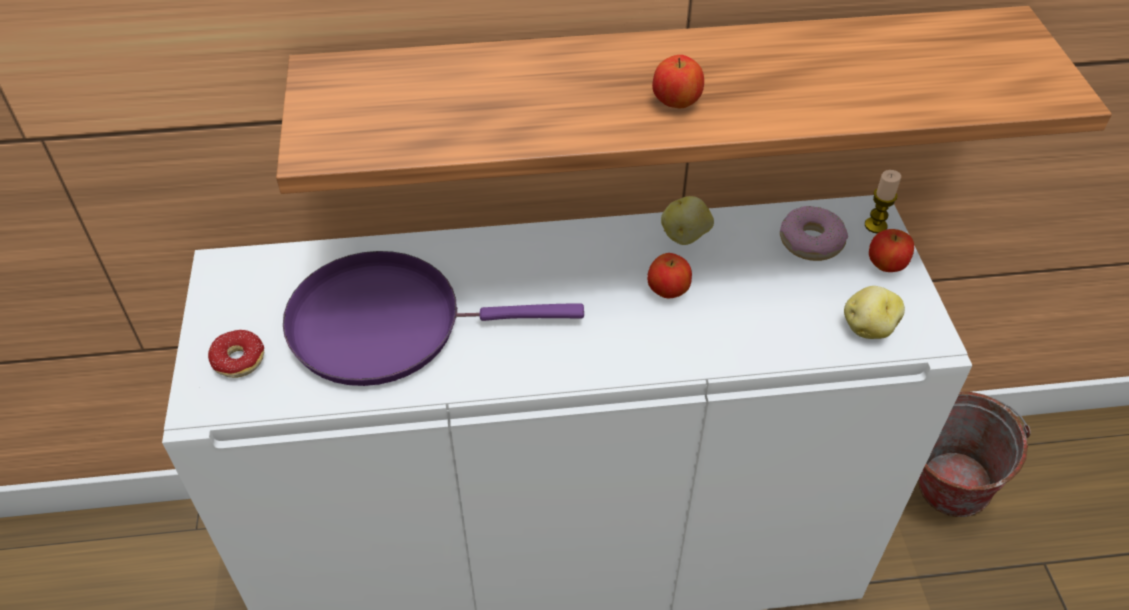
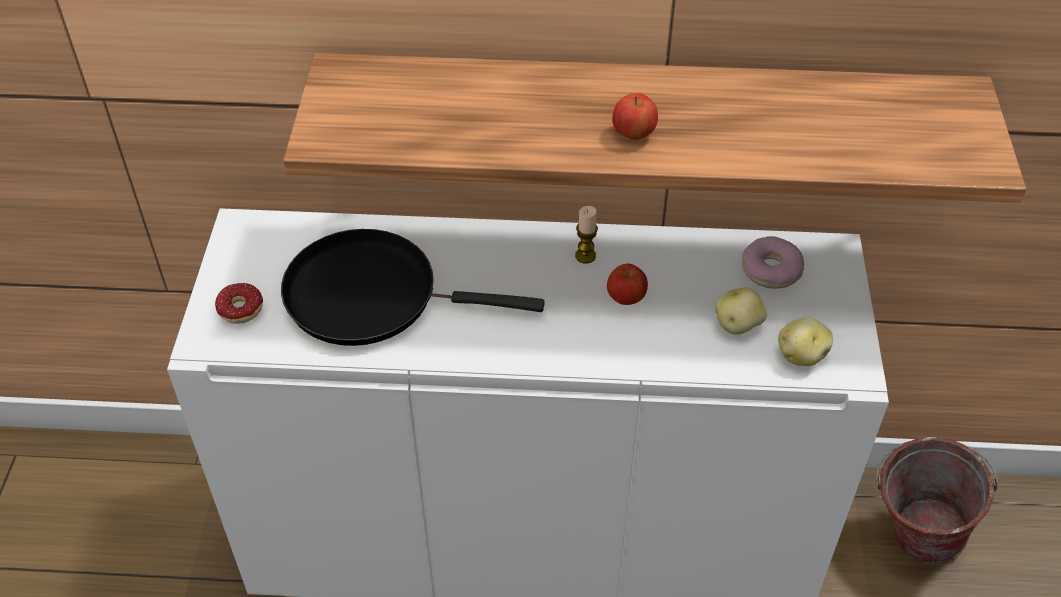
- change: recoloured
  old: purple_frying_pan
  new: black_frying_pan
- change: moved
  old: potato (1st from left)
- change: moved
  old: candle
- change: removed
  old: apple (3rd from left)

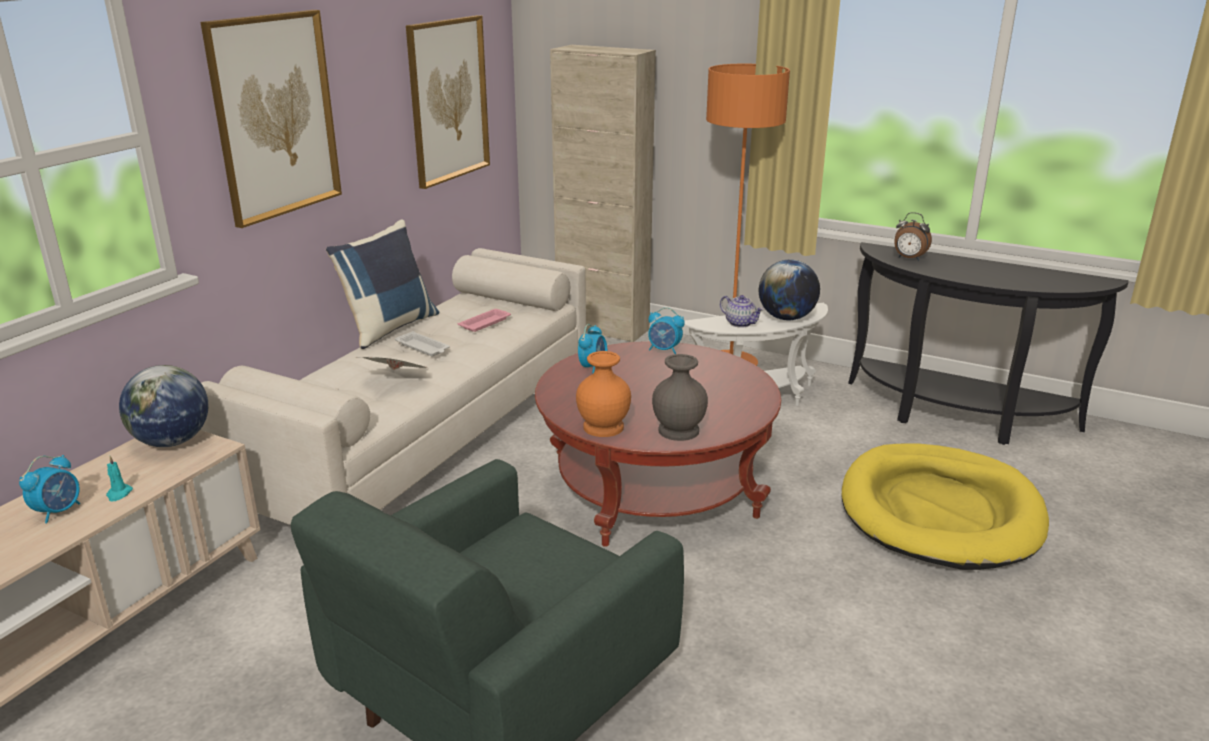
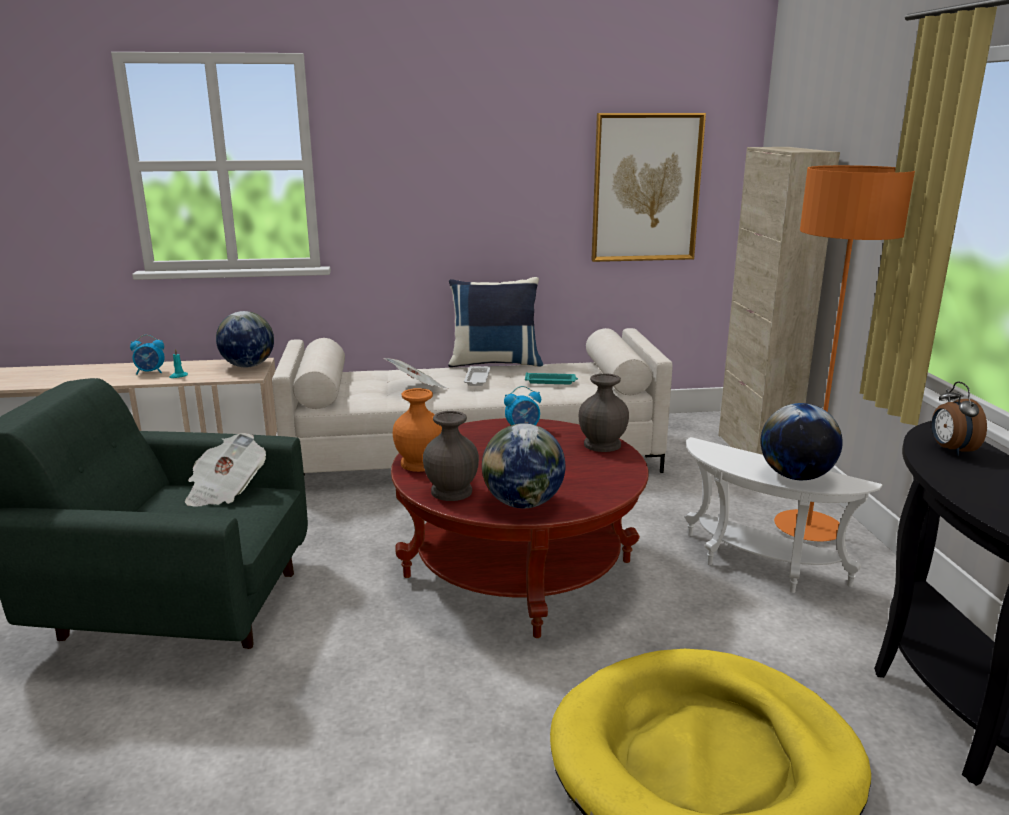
- change: removed
  old: picture (1st from left)
- change: recoloured
  old: pink_tray
  new: turquoise_tray
- change: replaced
  old: alarm_clock (3rd from left)
  new: grey_vase (2nd from left)
- change: removed
  old: teapot
- change: added
  new: newspaper (1st from left)
- change: added
  new: globe (2nd from left)

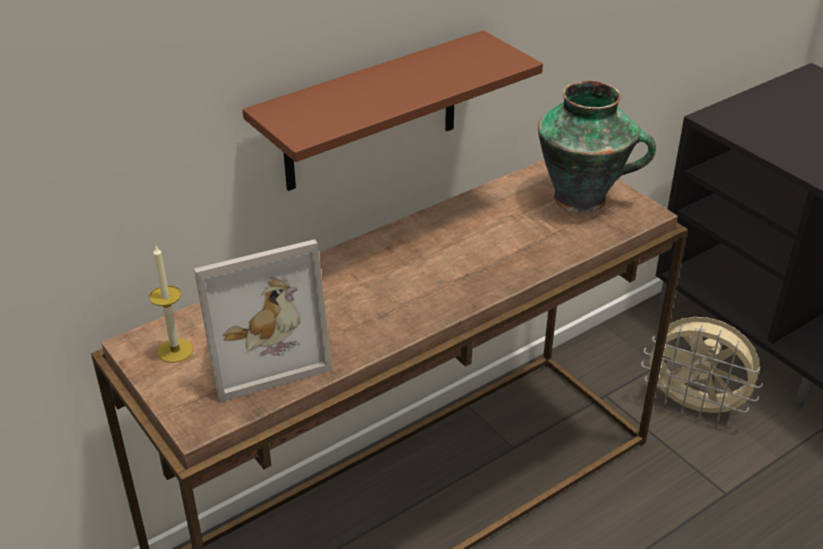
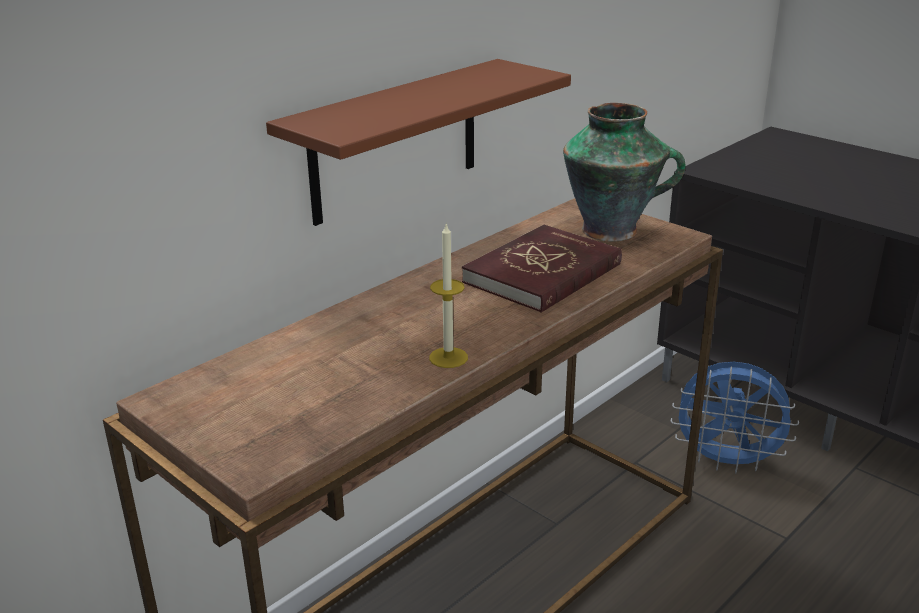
- change: moved
  old: candle
- change: removed
  old: picture_frame
- change: recoloured
  old: beige_fan
  new: blue_fan
- change: added
  new: red_book

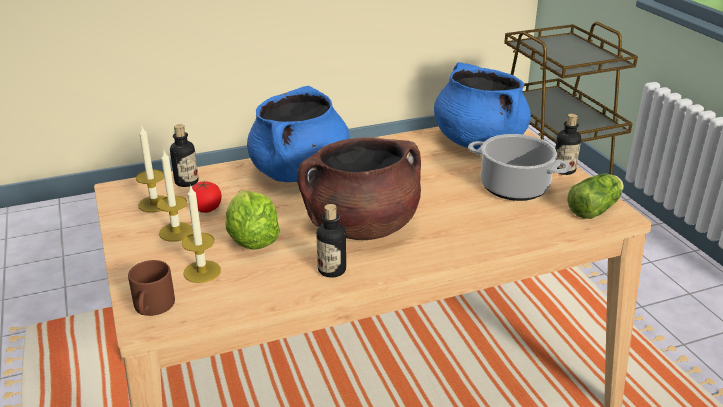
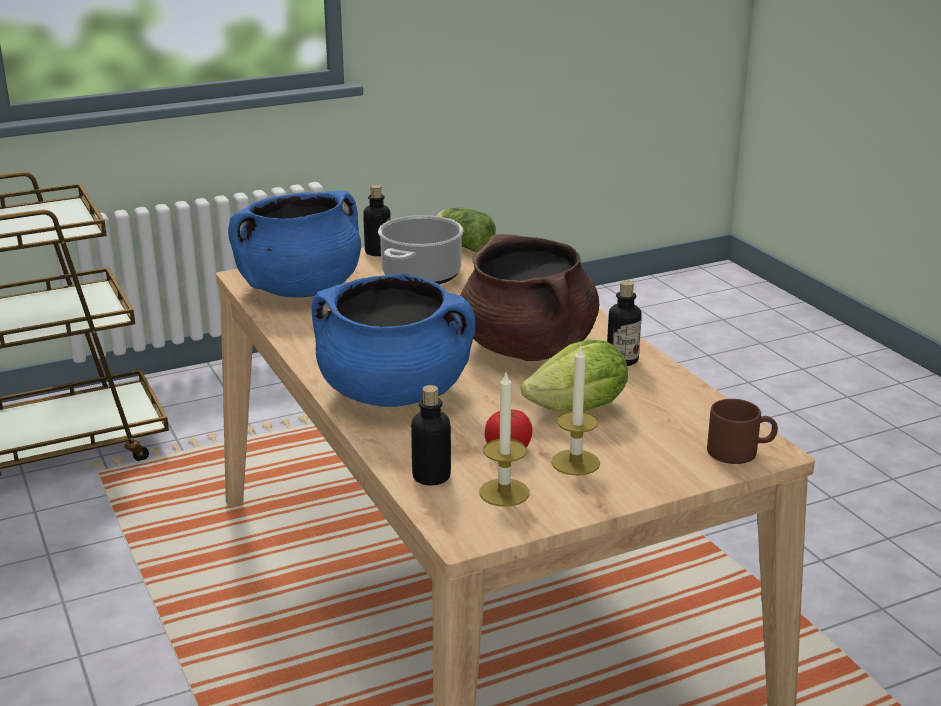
- change: removed
  old: candle (3rd from left)

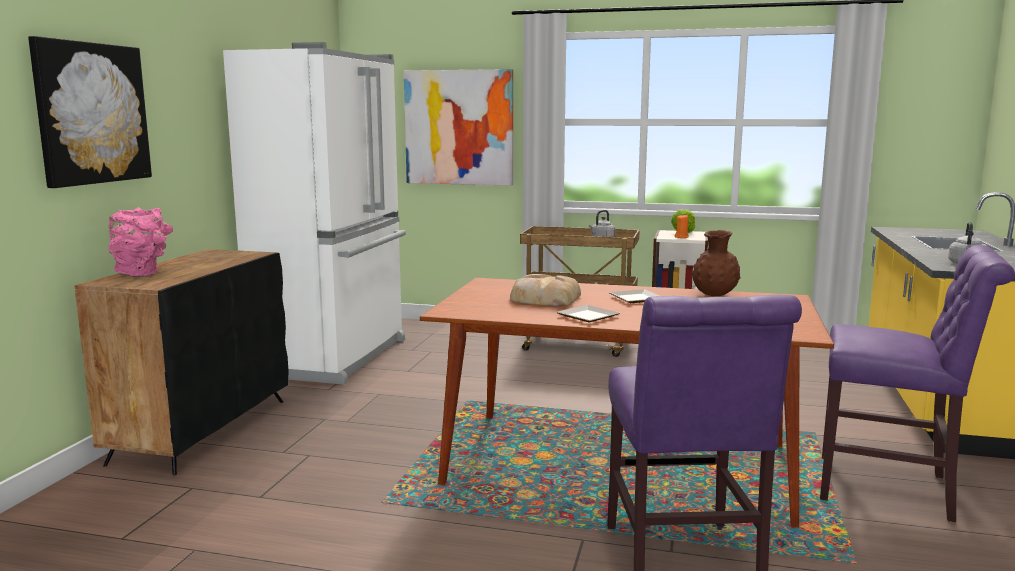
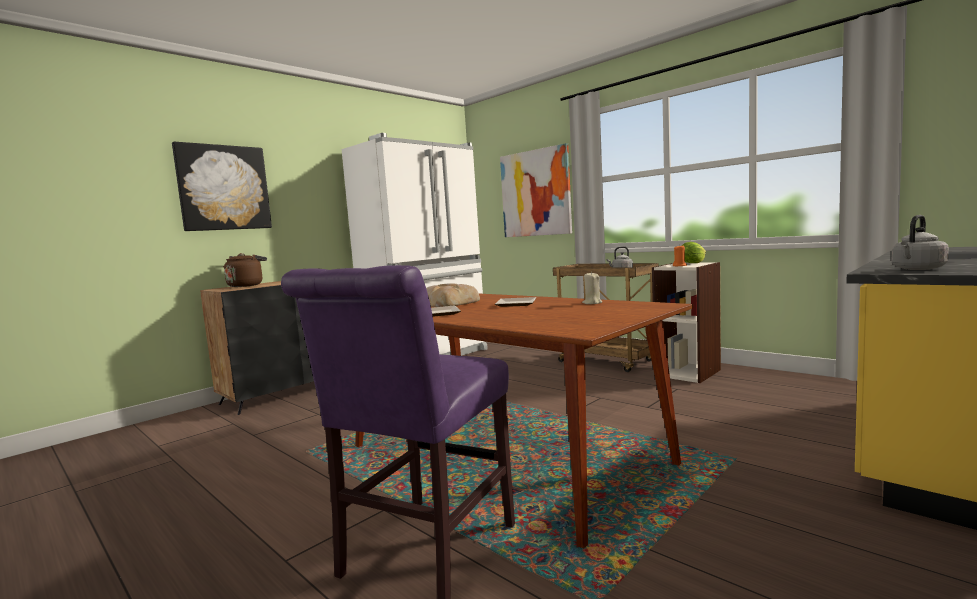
- change: replaced
  old: pink_vase
  new: brown_kettle
- change: replaced
  old: brown_vase
  new: beige_candle
- change: removed
  old: purple_chair (2nd from left)

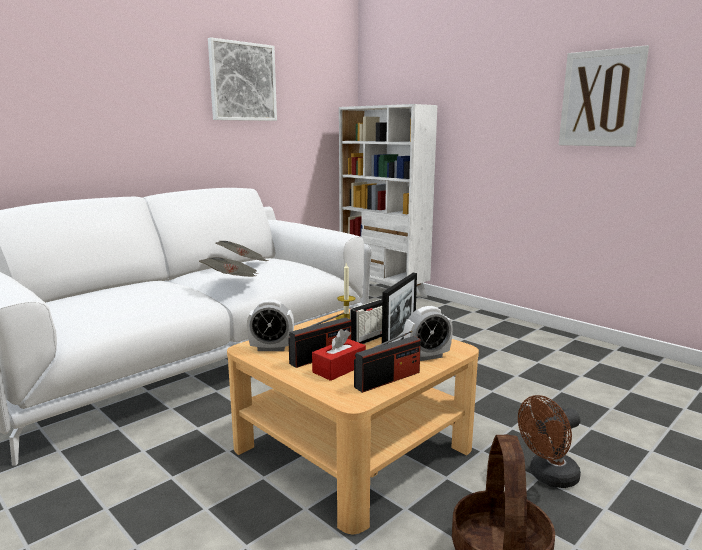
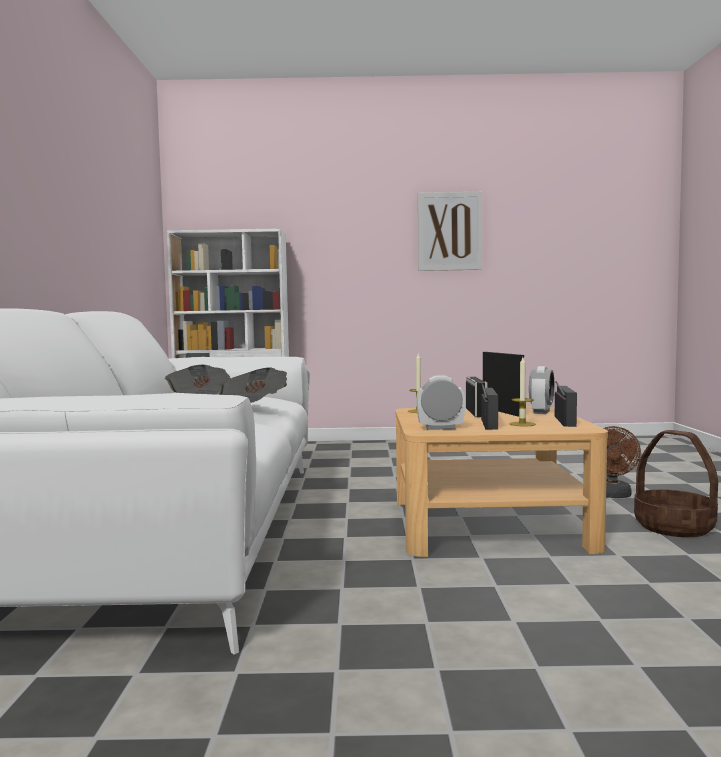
- change: removed
  old: picture (1st from left)
- change: turned
  old: alarm_clock (1st from left)
  degrees: -135
- change: replaced
  old: red_tissue_box
  new: candle (2nd from left)

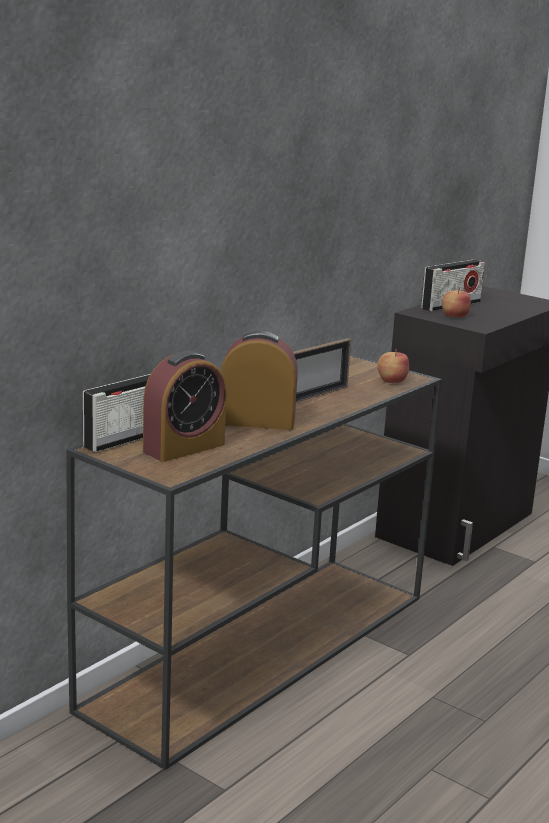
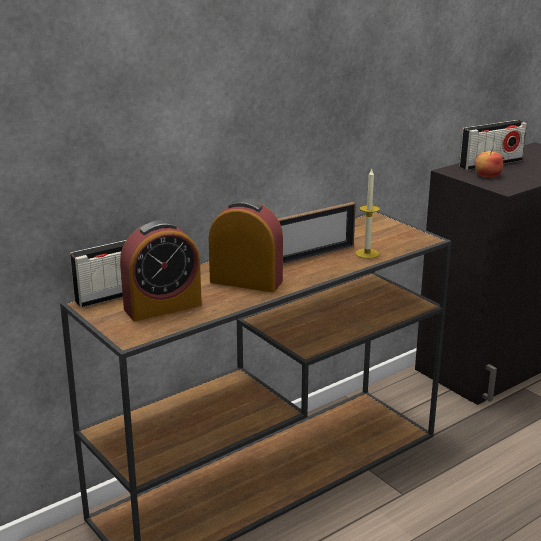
- change: removed
  old: apple (1st from left)
- change: added
  new: candle

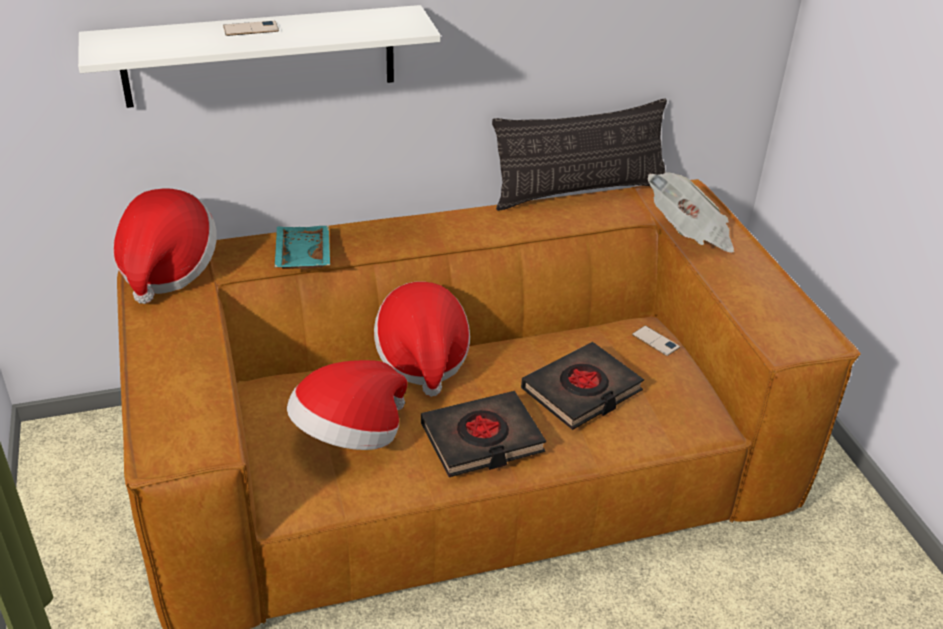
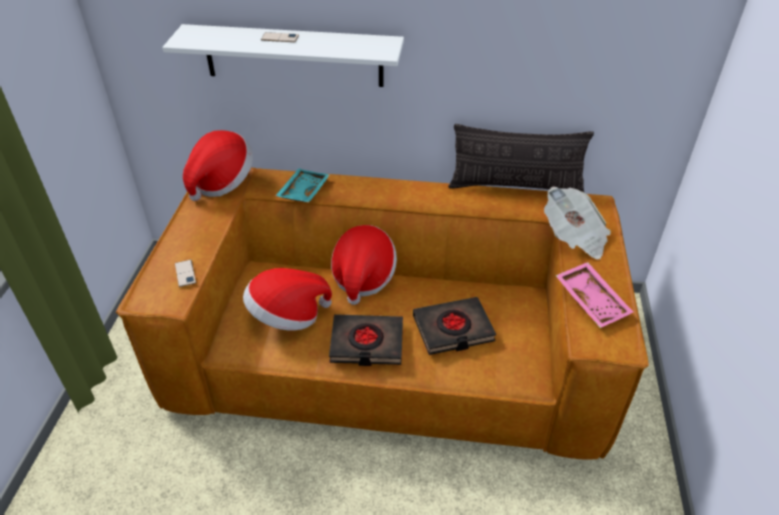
- change: moved
  old: phone (2nd from left in the first image)
  new: phone (1st from left)
- change: added
  new: pink_tray

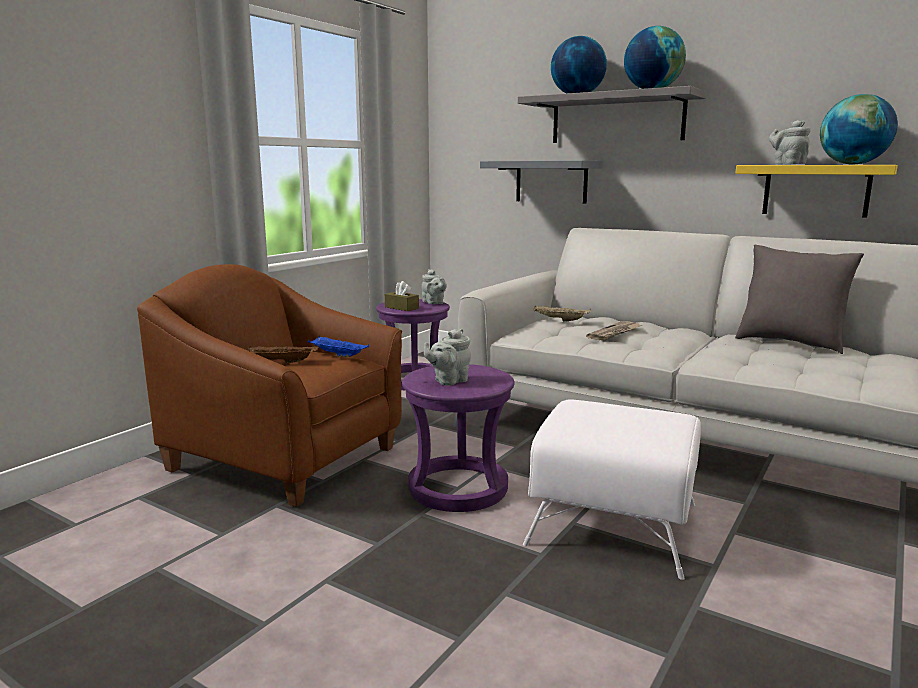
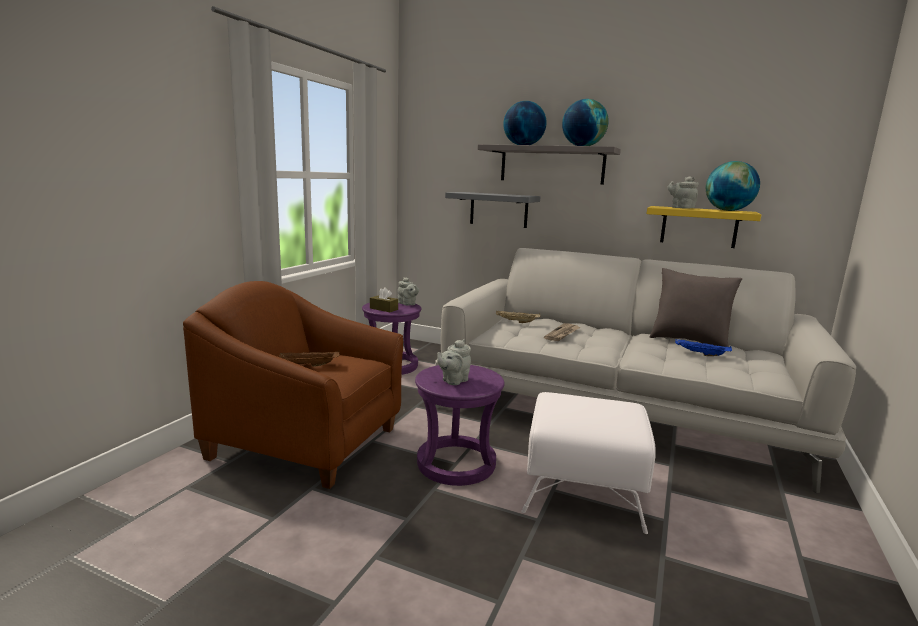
- change: moved
  old: blue_tray

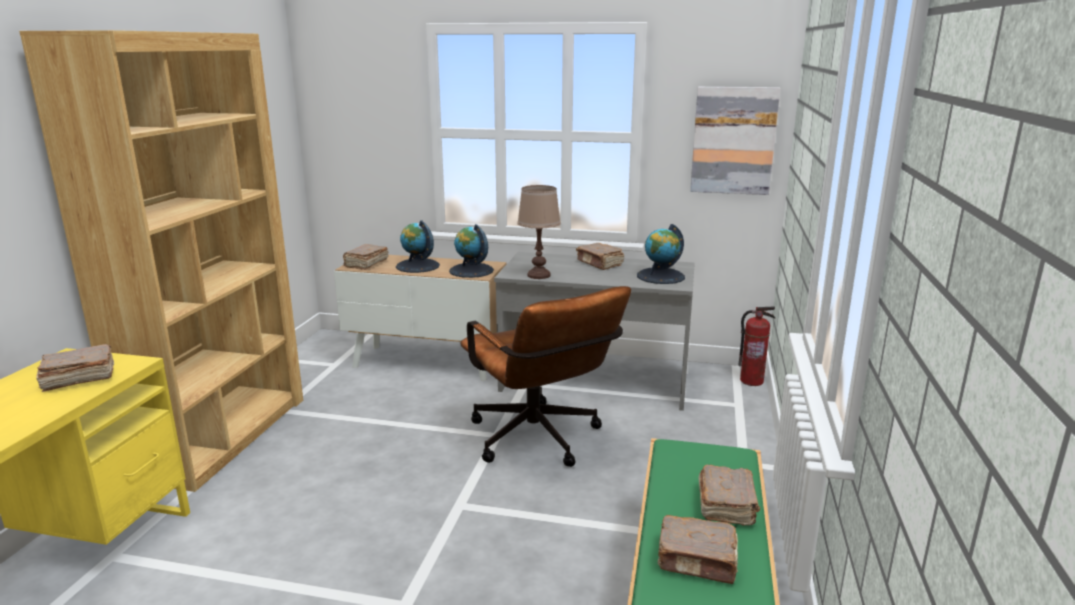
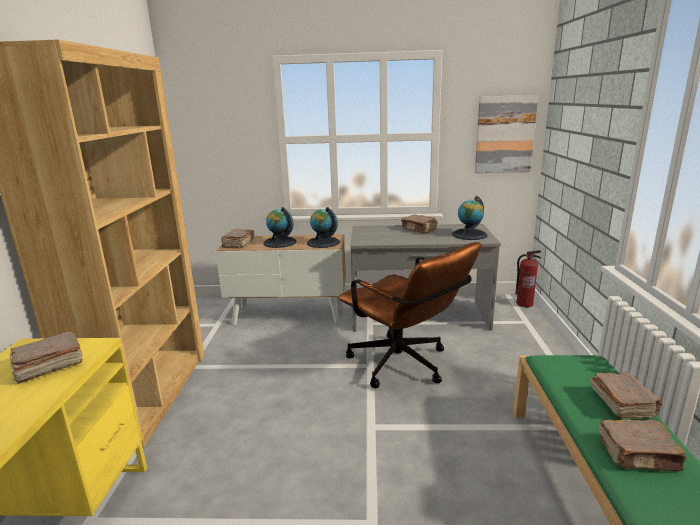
- change: removed
  old: brown_table_lamp

